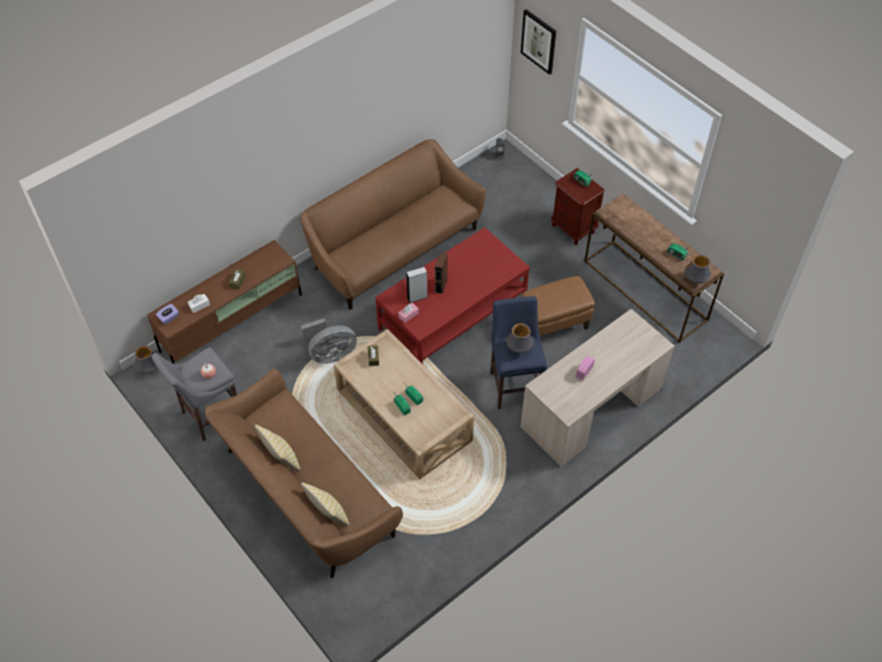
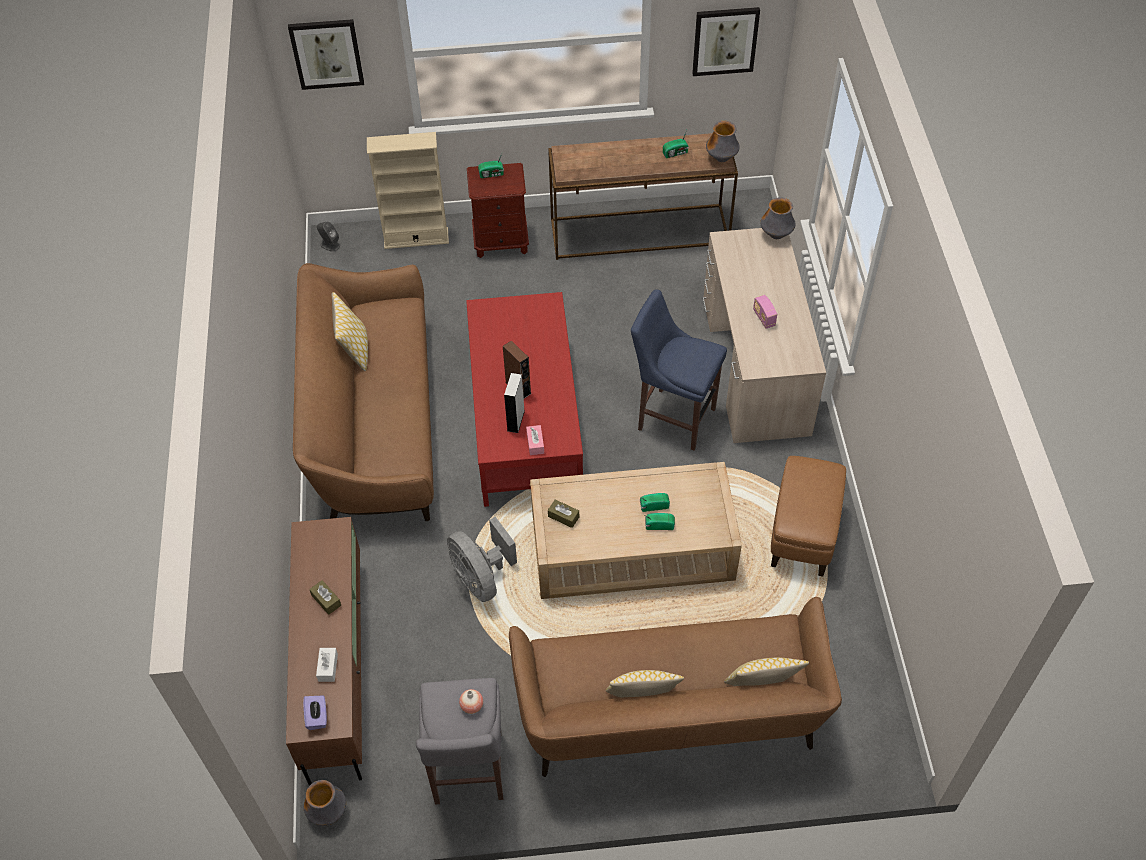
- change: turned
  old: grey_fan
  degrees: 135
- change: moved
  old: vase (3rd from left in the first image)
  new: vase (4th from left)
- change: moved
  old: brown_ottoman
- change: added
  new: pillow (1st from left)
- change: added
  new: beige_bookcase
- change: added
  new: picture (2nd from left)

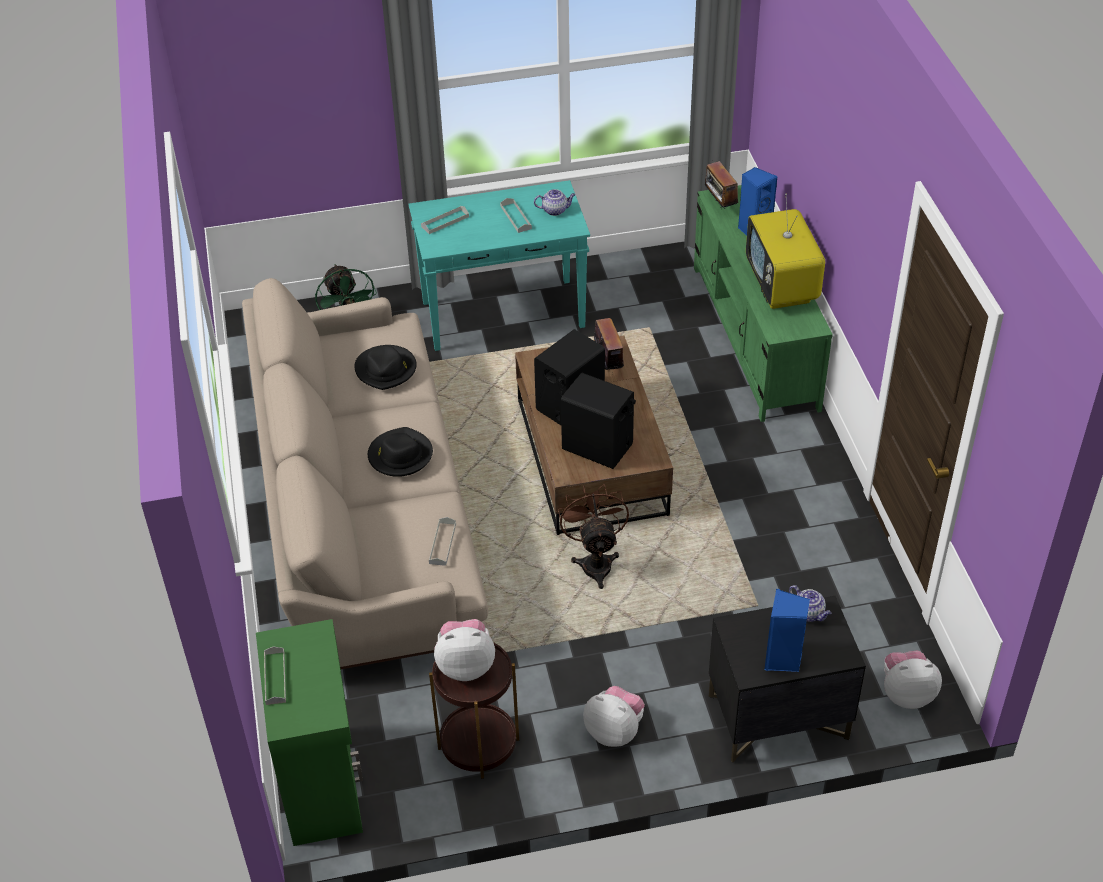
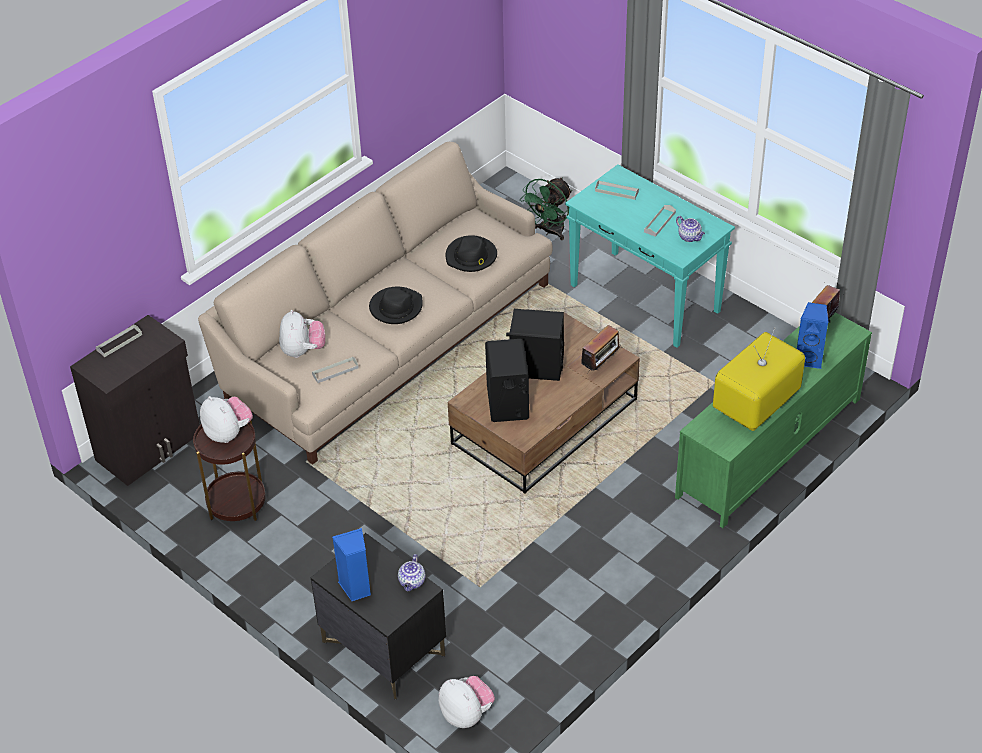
- change: recoloured
  old: green_cabinet
  new: black_cabinet
- change: removed
  old: brown_fan
- change: moved
  old: plush_toy (2nd from left)

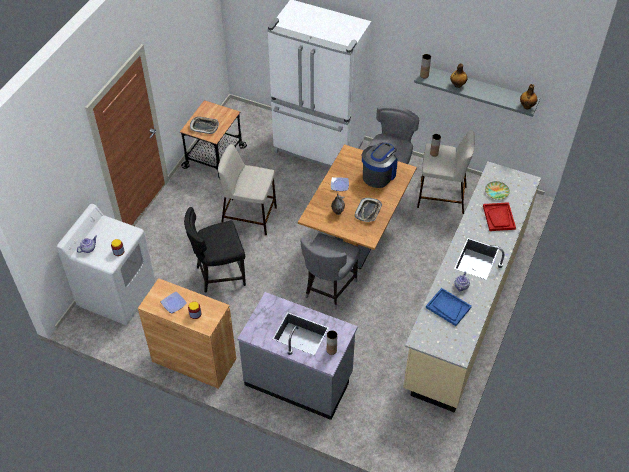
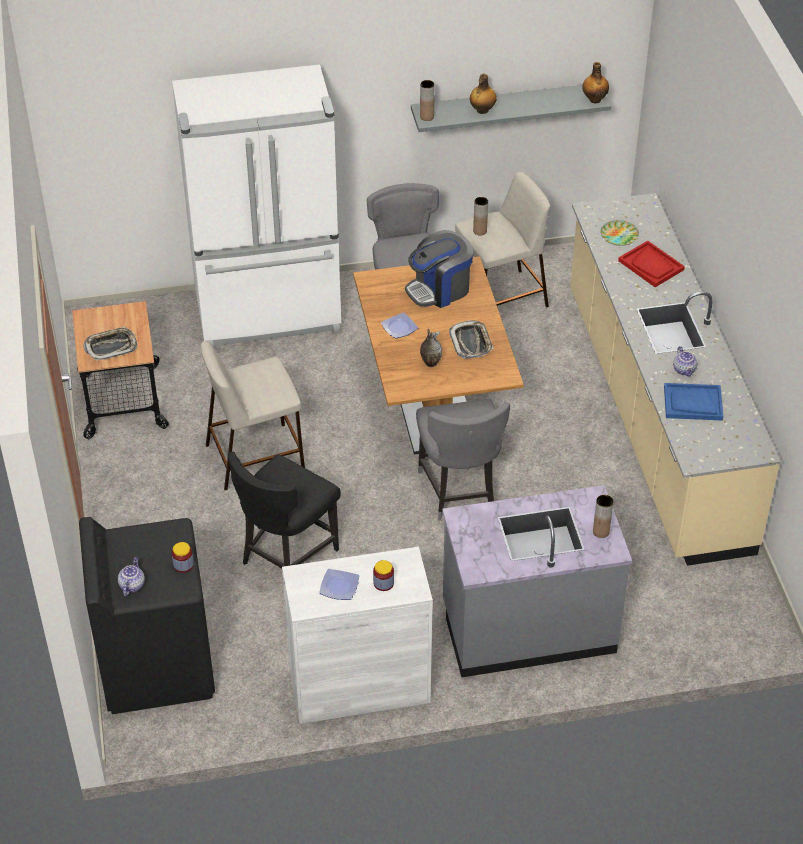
- change: recoloured
  old: white_washing_machine
  new: black_washing_machine
- change: recoloured
  old: brown_cabinet
  new: white_cabinet
- change: turned
  old: coffee_machine
  degrees: -120

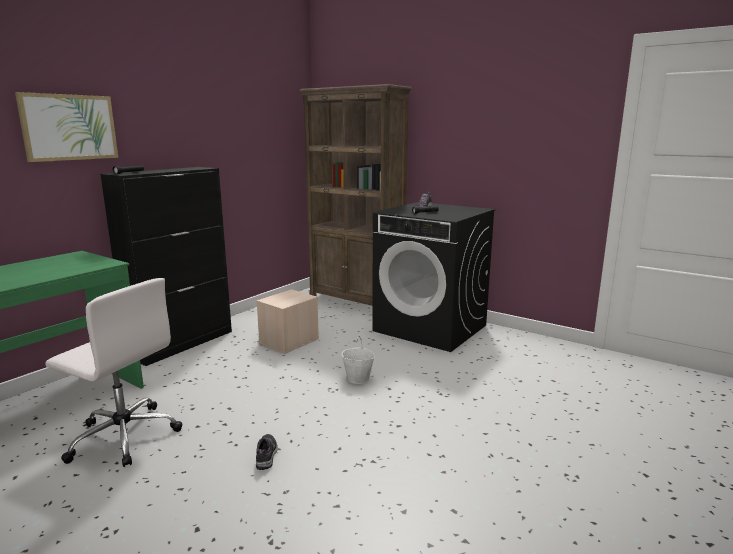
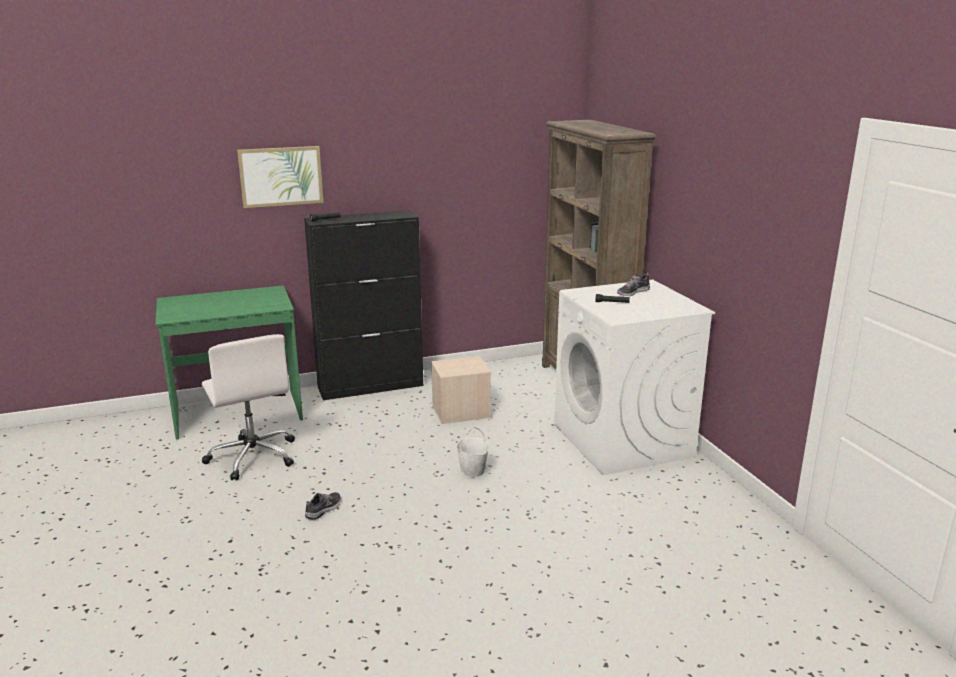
- change: recoloured
  old: black_washing_machine
  new: white_washing_machine

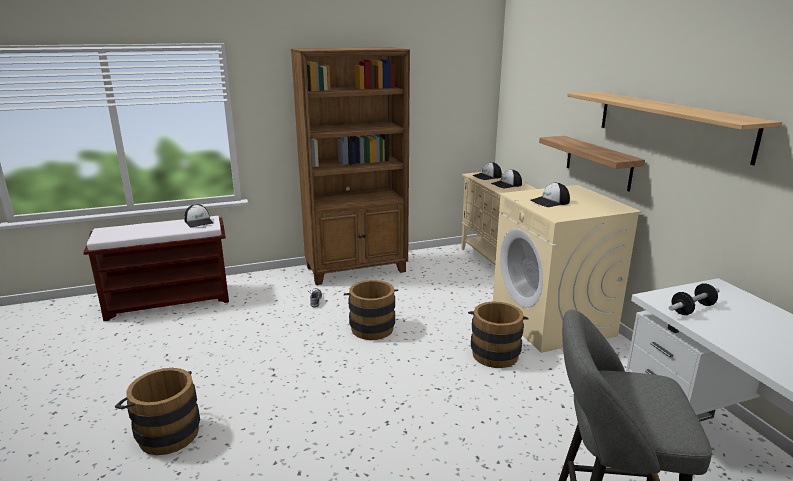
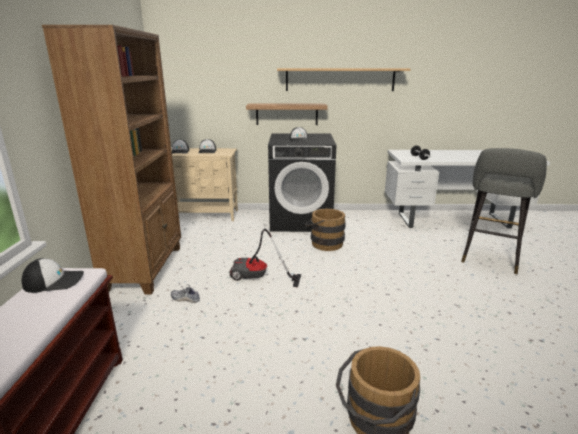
- change: replaced
  old: brown_bucket (2nd from left)
  new: vacuum_cleaner
- change: recoloured
  old: beige_washing_machine
  new: black_washing_machine

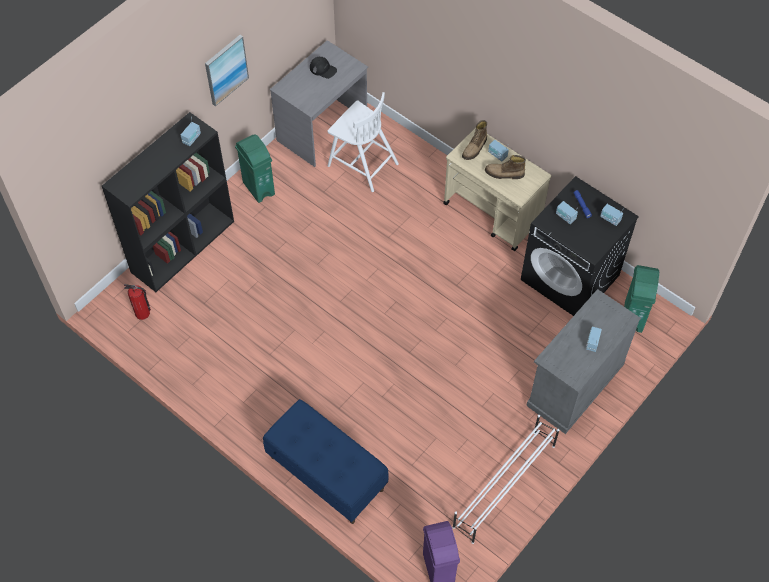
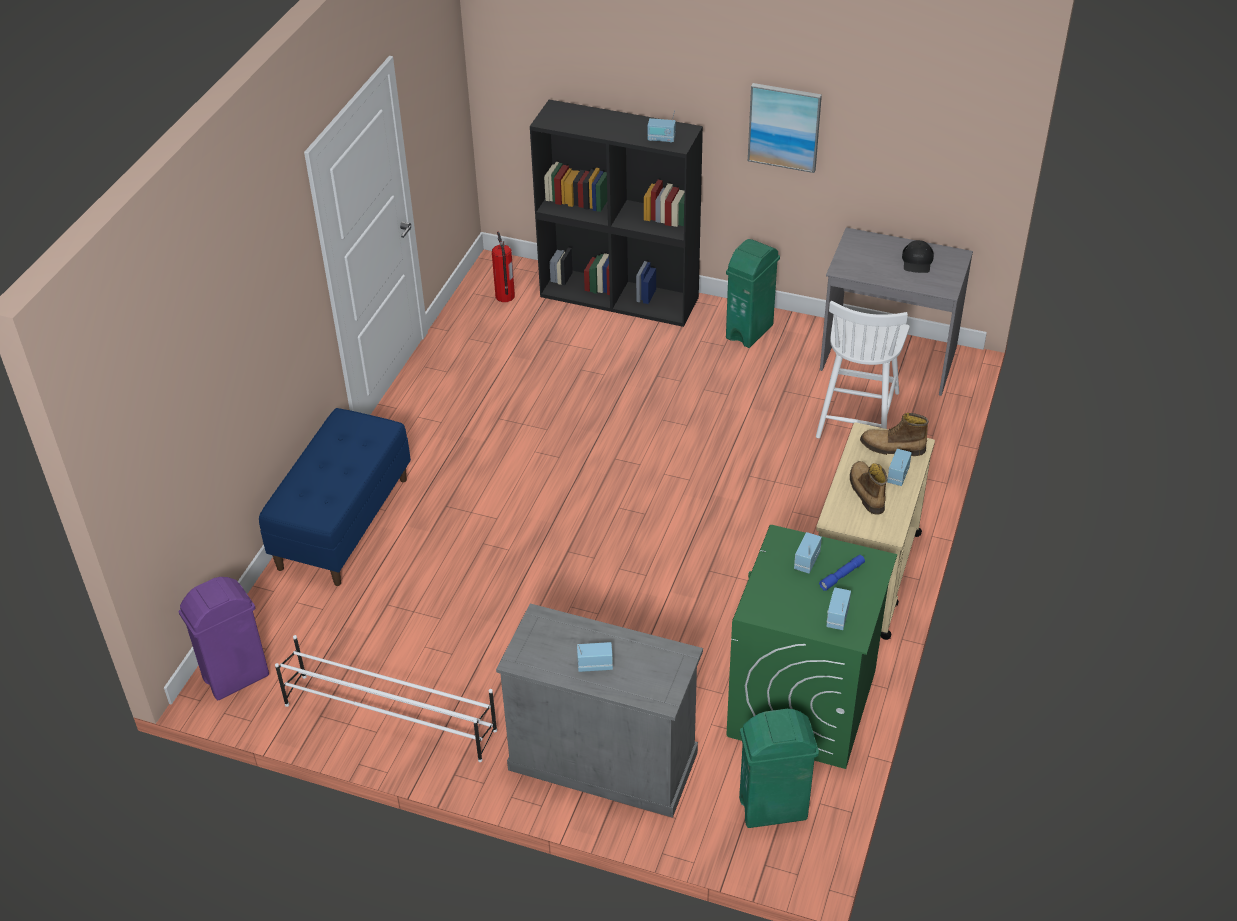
- change: recoloured
  old: black_washing_machine
  new: green_washing_machine

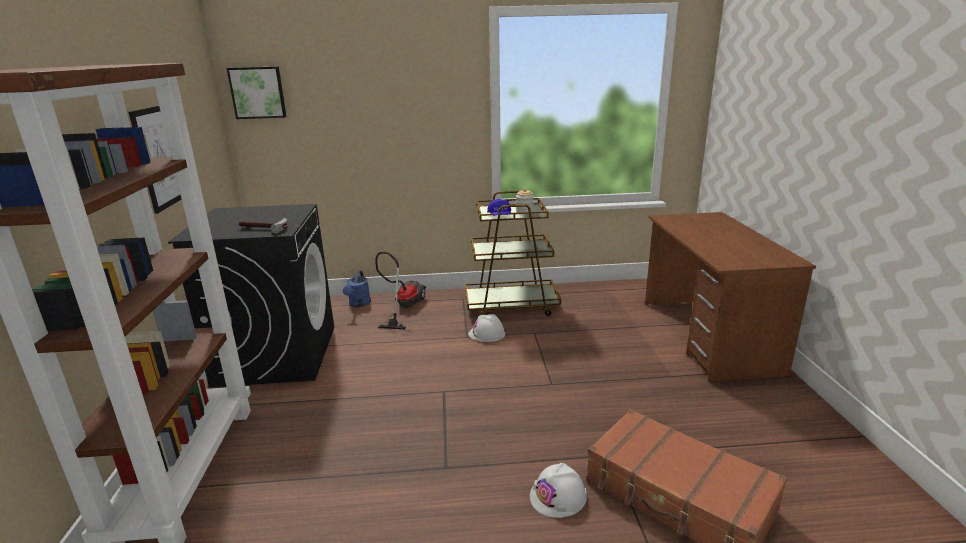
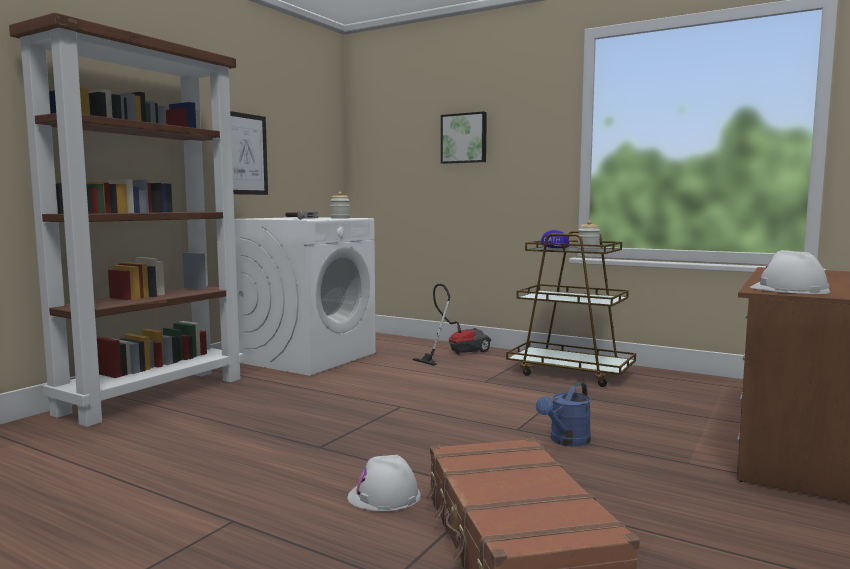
- change: recoloured
  old: black_washing_machine
  new: white_washing_machine
- change: moved
  old: picture (2nd from left)
- change: moved
  old: blue_watering_can
- change: moved
  old: white_hard_hat (1st from left in the first image)
  new: white_hard_hat (2nd from left)
- change: added
  new: jar (1st from left)

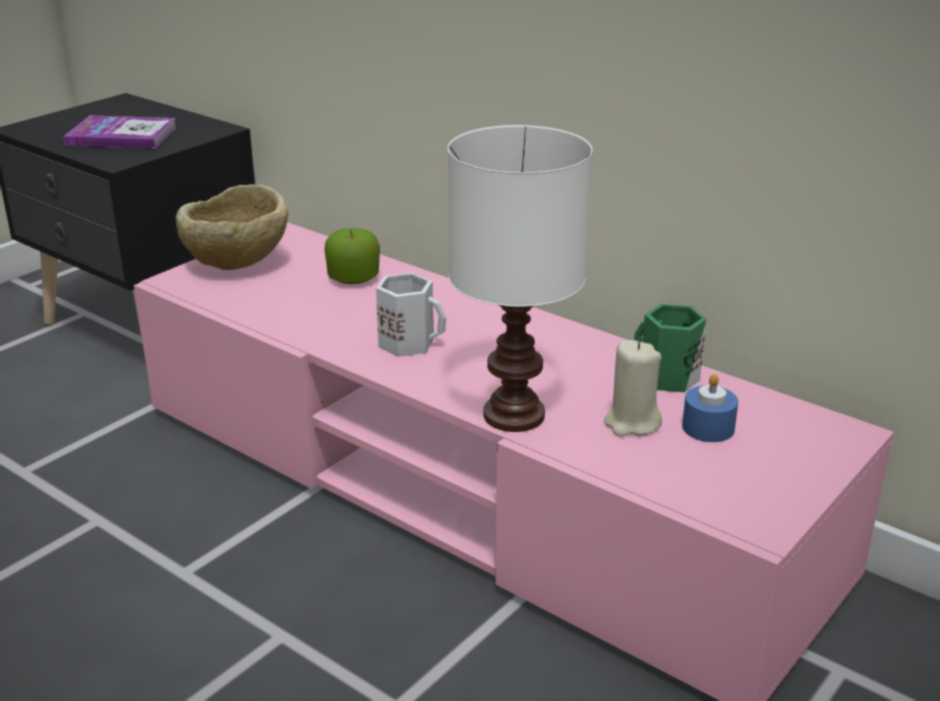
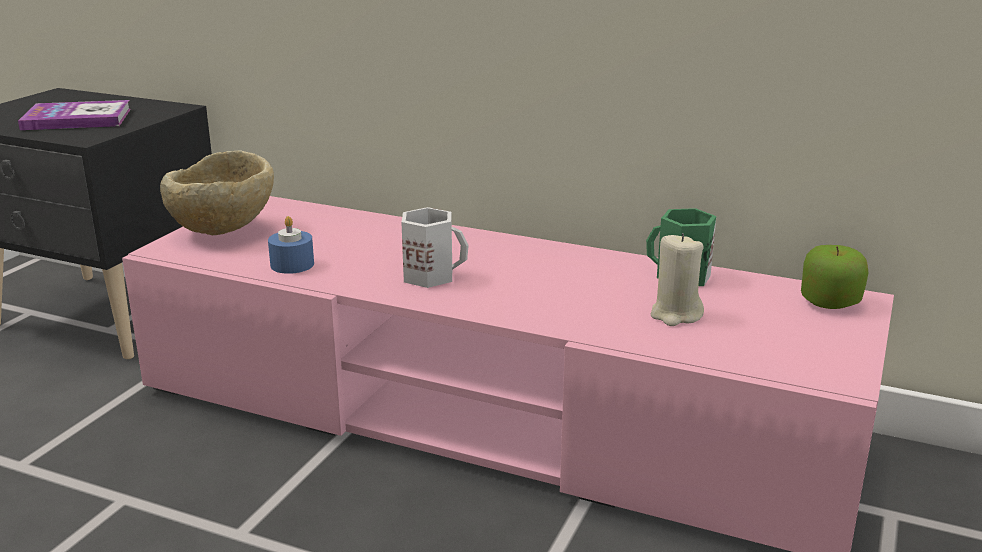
- change: moved
  old: apple
- change: removed
  old: white_table_lamp
- change: moved
  old: blue_candle

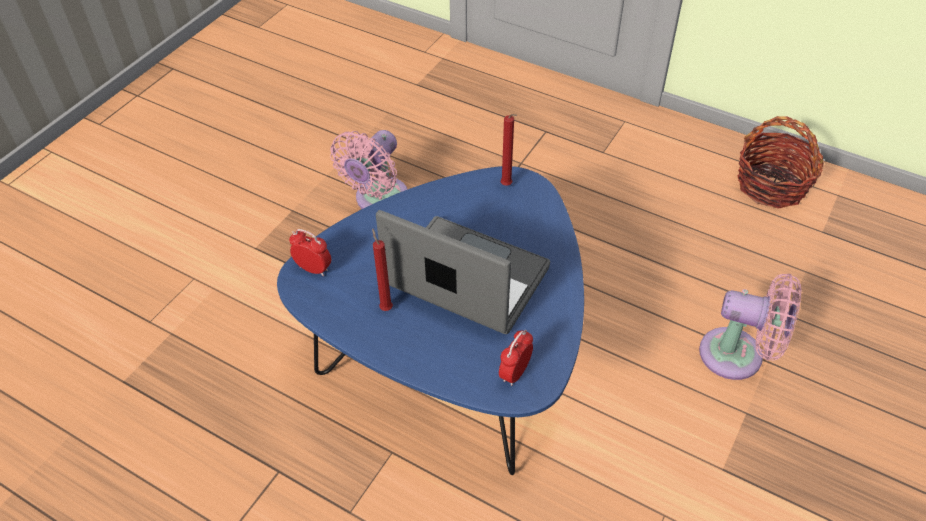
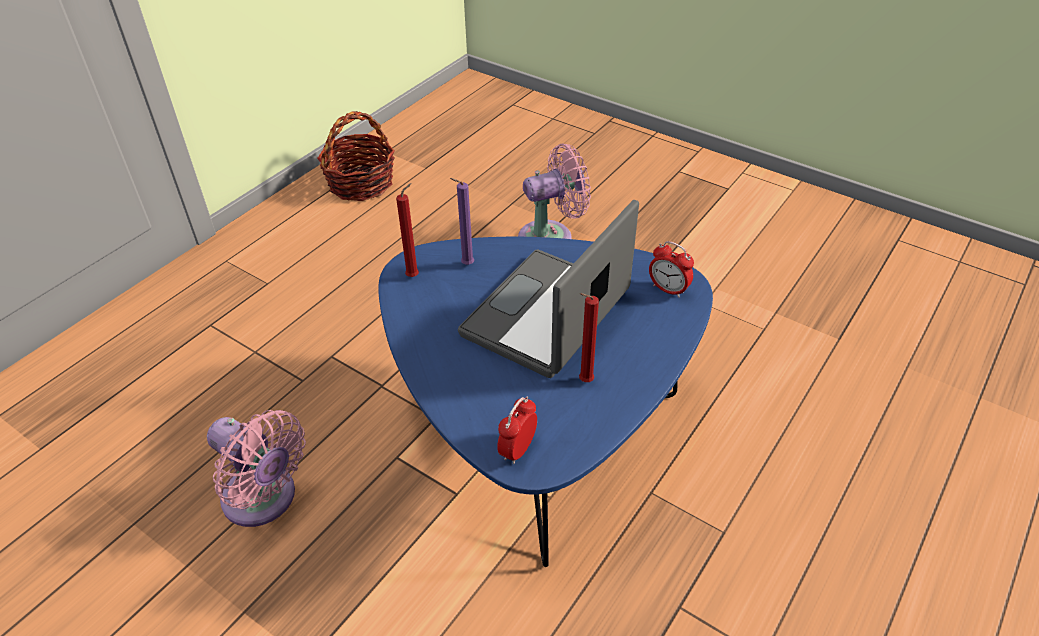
- change: turned
  old: pink_fan (2nd from left)
  degrees: 45
- change: added
  new: purple_candle

